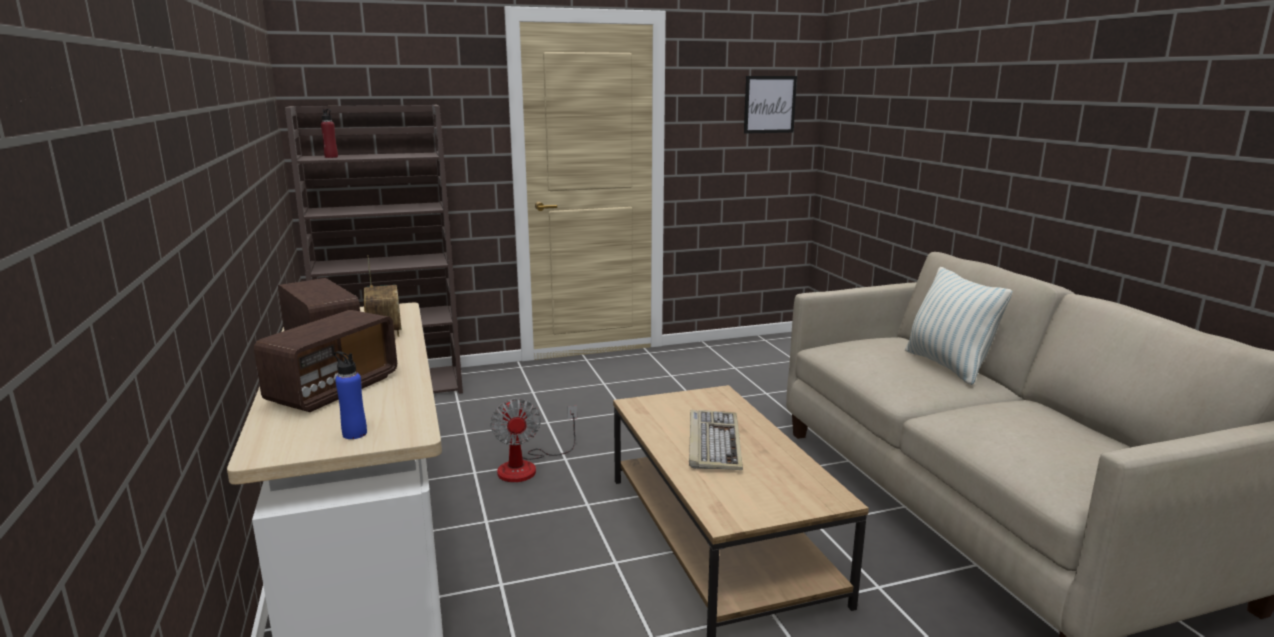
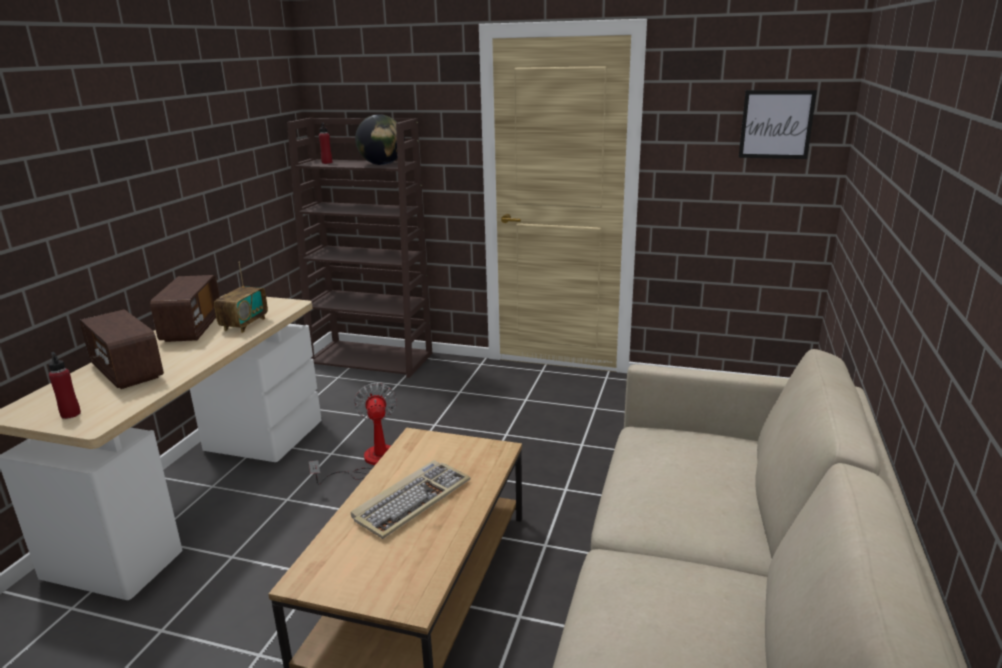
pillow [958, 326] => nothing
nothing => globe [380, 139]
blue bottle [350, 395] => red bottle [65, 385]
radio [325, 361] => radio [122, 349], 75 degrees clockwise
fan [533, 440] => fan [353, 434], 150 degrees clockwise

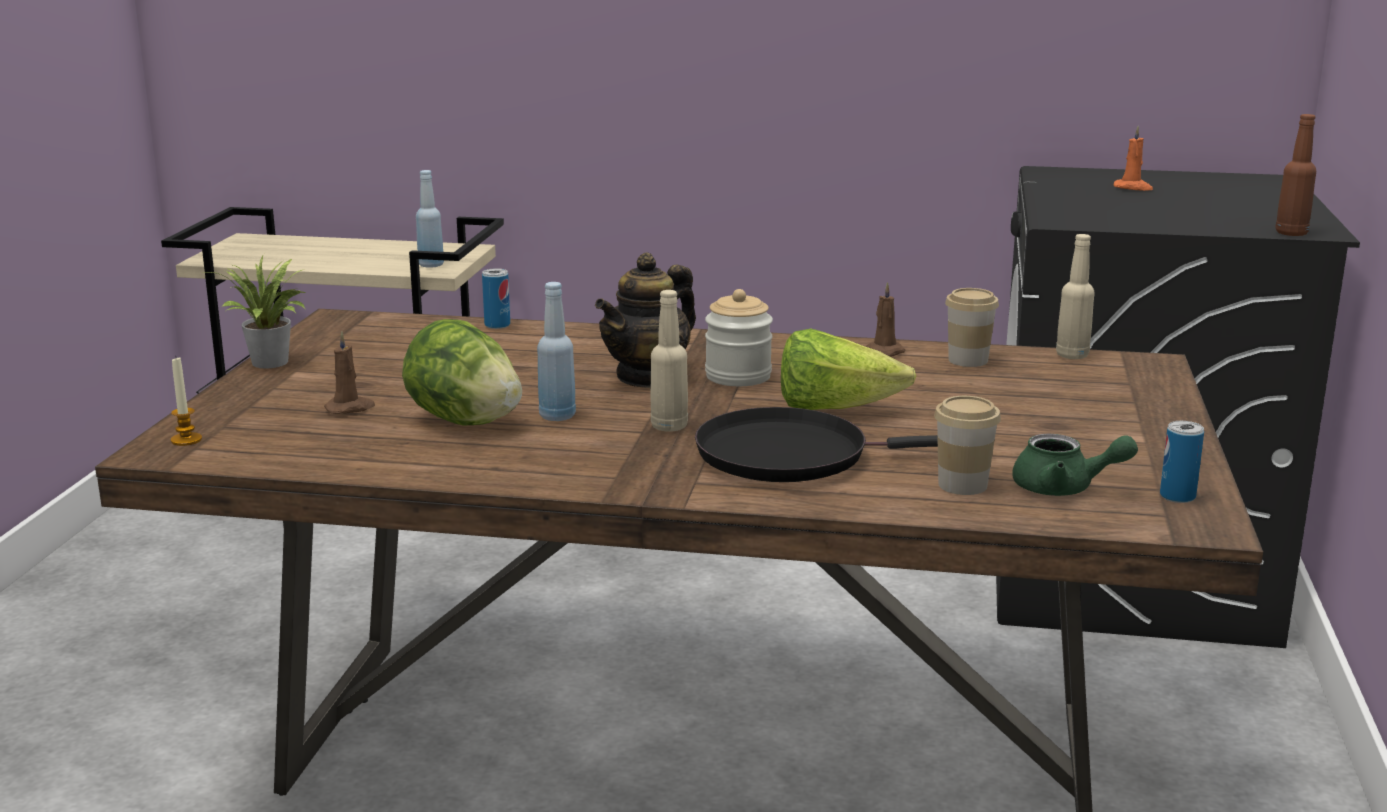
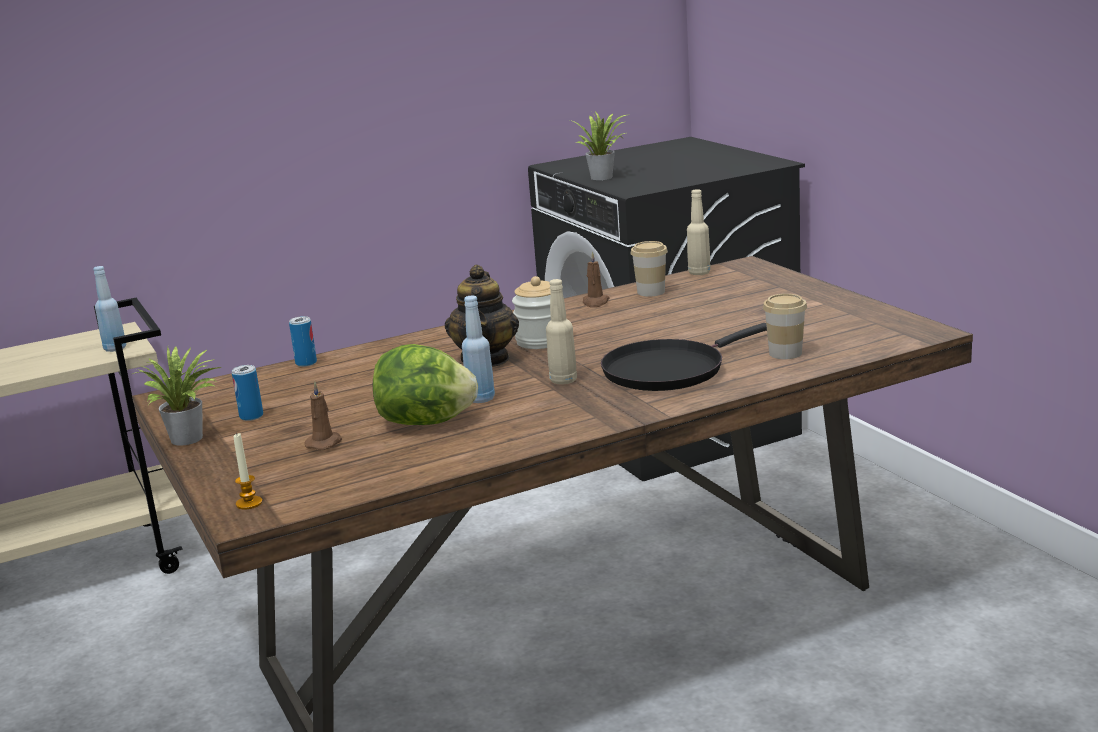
lettuce [848, 369] => nothing
green teapot [1075, 465] => nothing
orange candle [1133, 158] => nothing
brown bottle [1295, 175] => nothing
nothing => potted plant [600, 145]
can [1182, 462] => can [247, 393], move

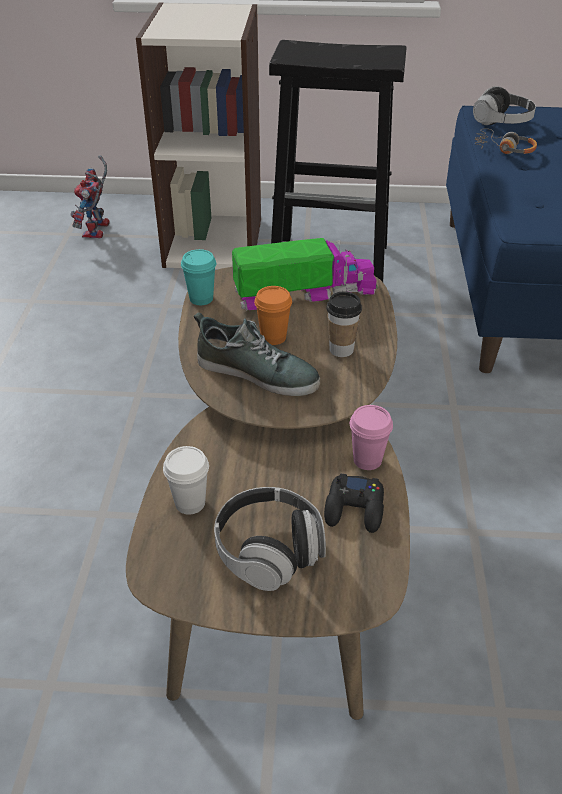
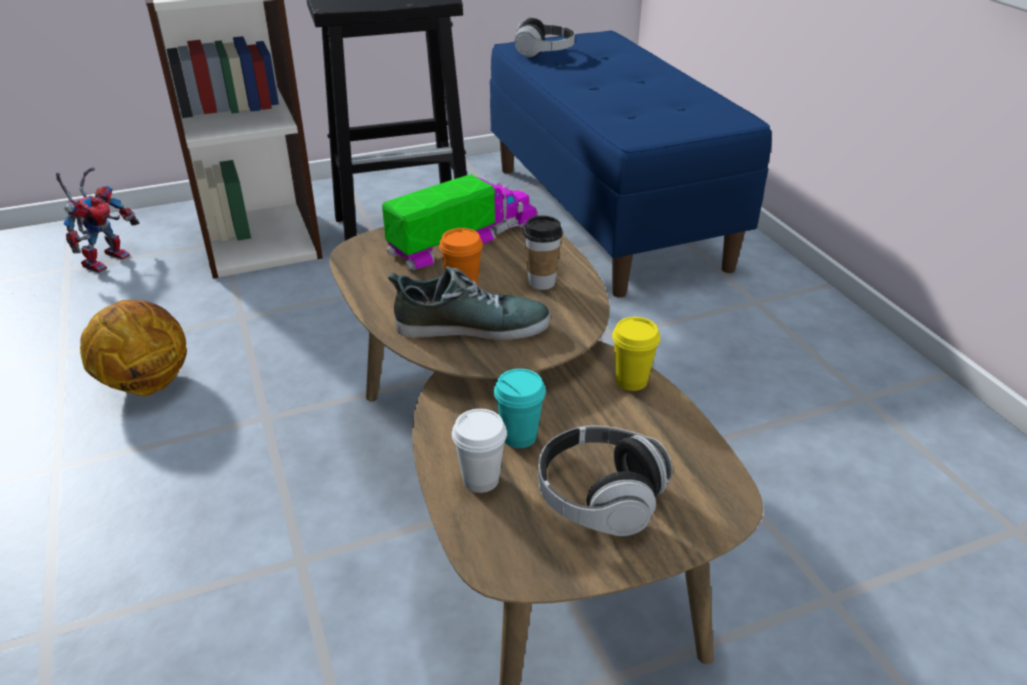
black game controller [354, 503] => nothing
headphones [505, 141] => nothing
nothing => basketball [133, 348]
turquoise cup [198, 277] => turquoise cup [520, 408], move
pink cup [371, 437] => yellow cup [636, 354]
toy robot [90, 196] => toy robot [98, 220], 135 degrees counterclockwise

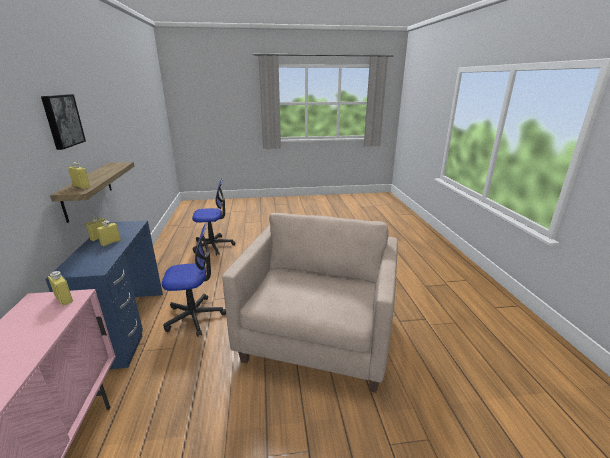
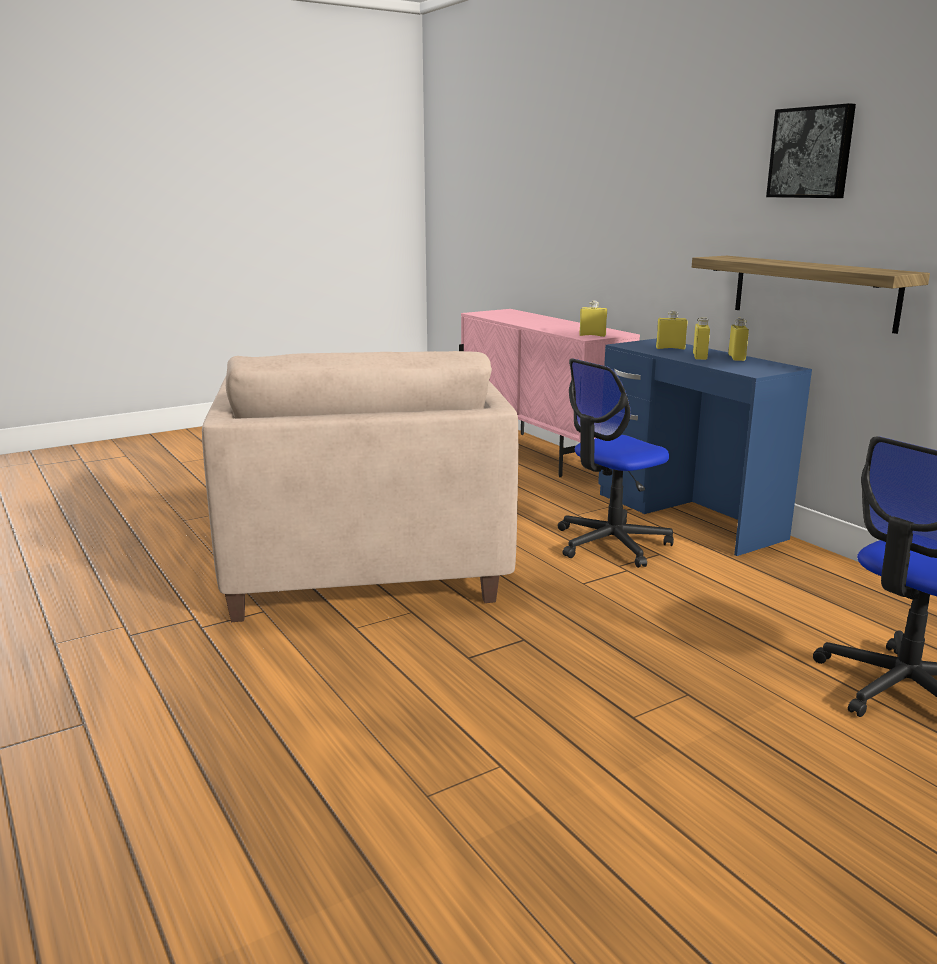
yellow bottle [79, 175] => yellow bottle [672, 329], move

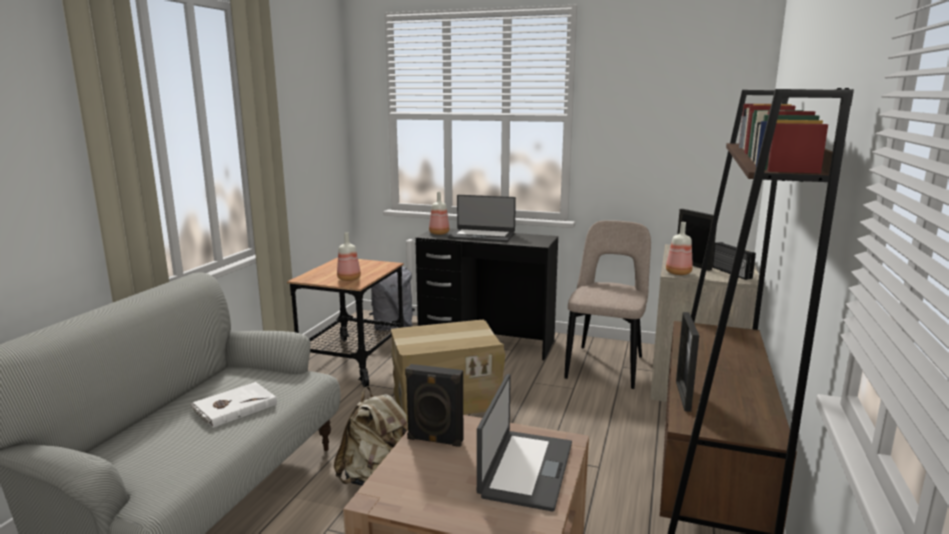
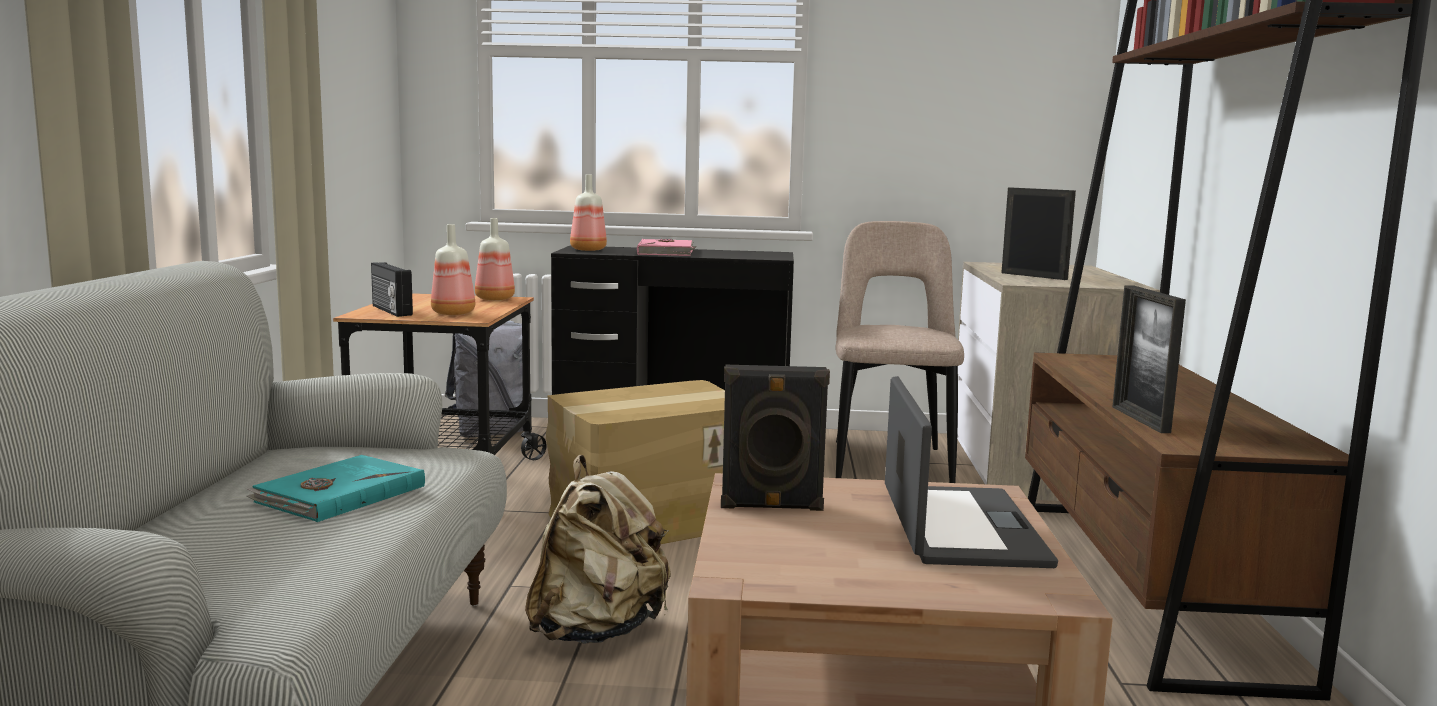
bottle [679, 248] => bottle [495, 259], move
radio [734, 261] => radio [392, 289], move
laptop [482, 218] => pink book [666, 247]
white book [234, 405] => turquoise book [335, 488]

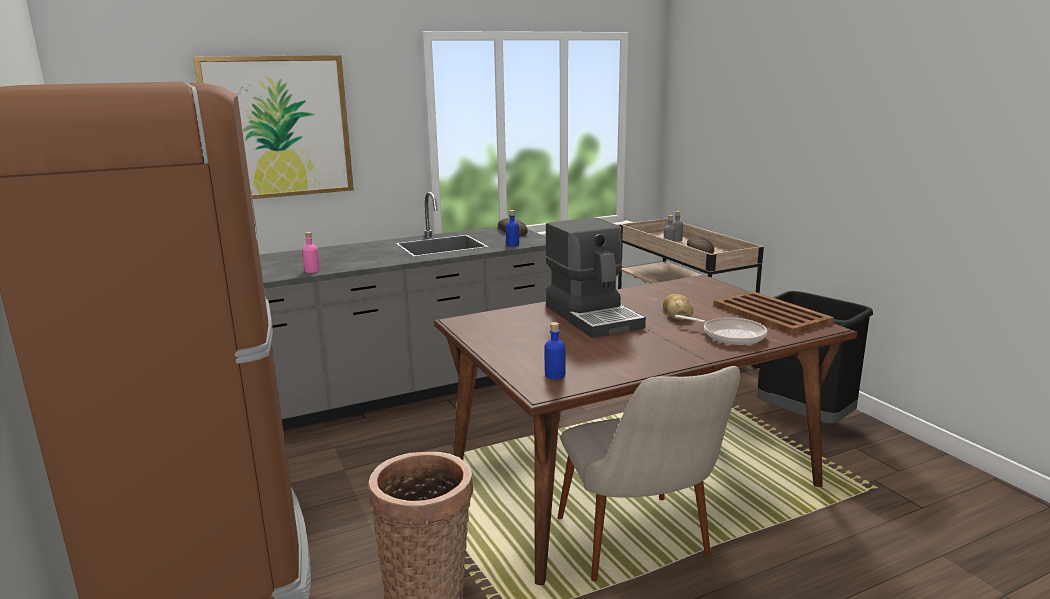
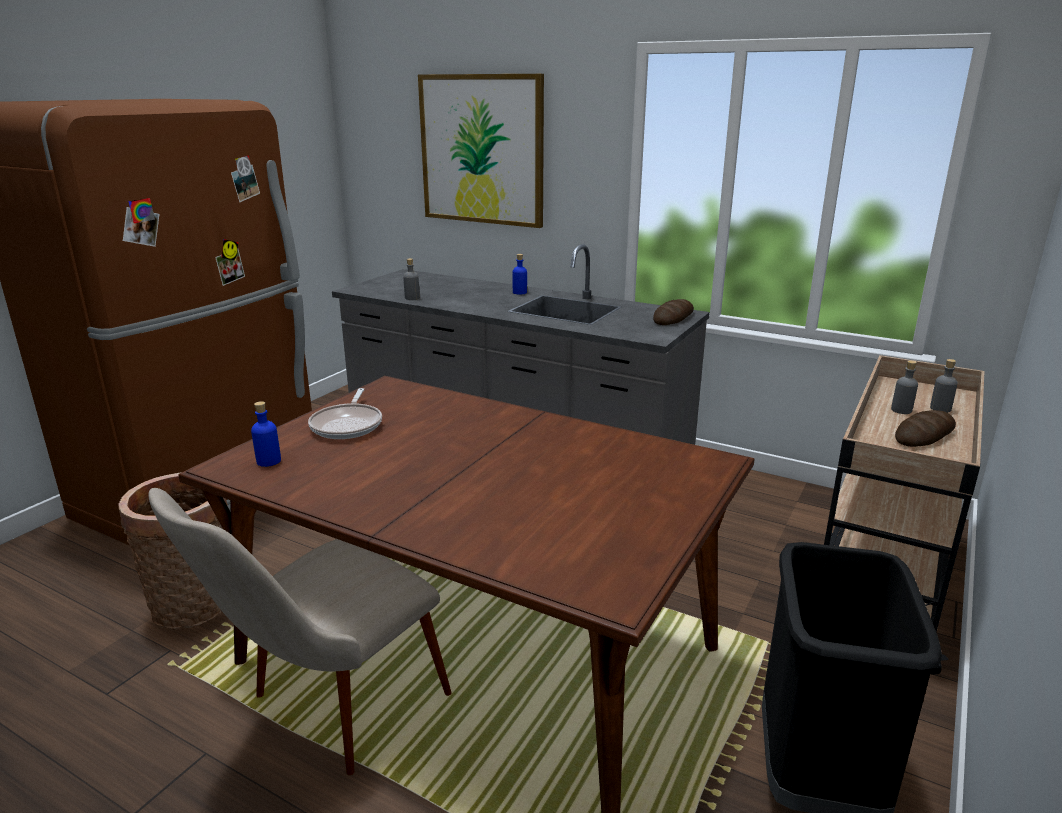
coffee machine [595, 277] => nothing
bread [678, 307] => nothing
brown tray [774, 312] => nothing
blue bottle [512, 228] => blue bottle [520, 274], move
frying pan [721, 330] => frying pan [345, 413], move
pink bottle [311, 252] => grey bottle [411, 279]

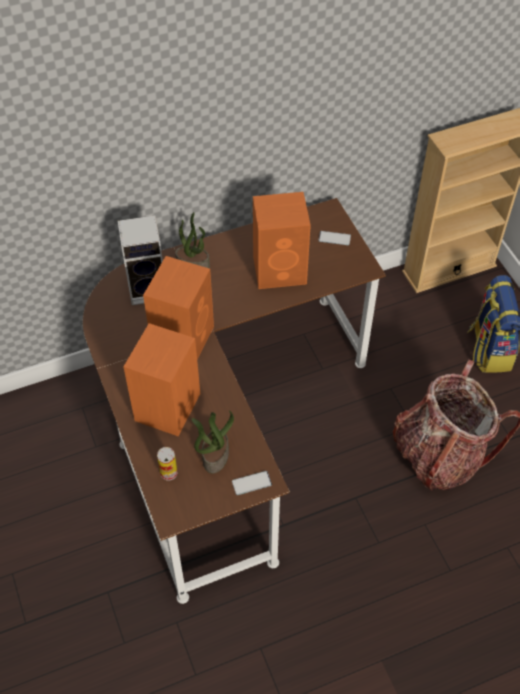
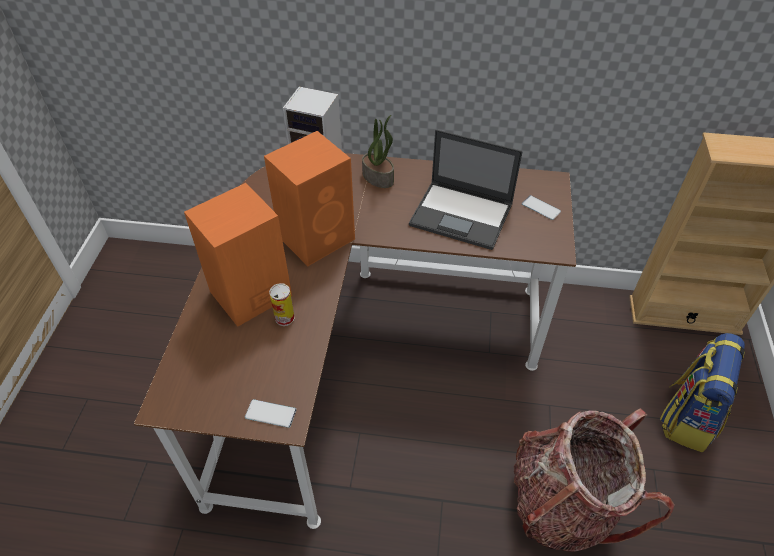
potted plant [212, 441] => nothing
can [167, 464] => can [282, 304], move
orange speaker [282, 240] => laptop [466, 189]

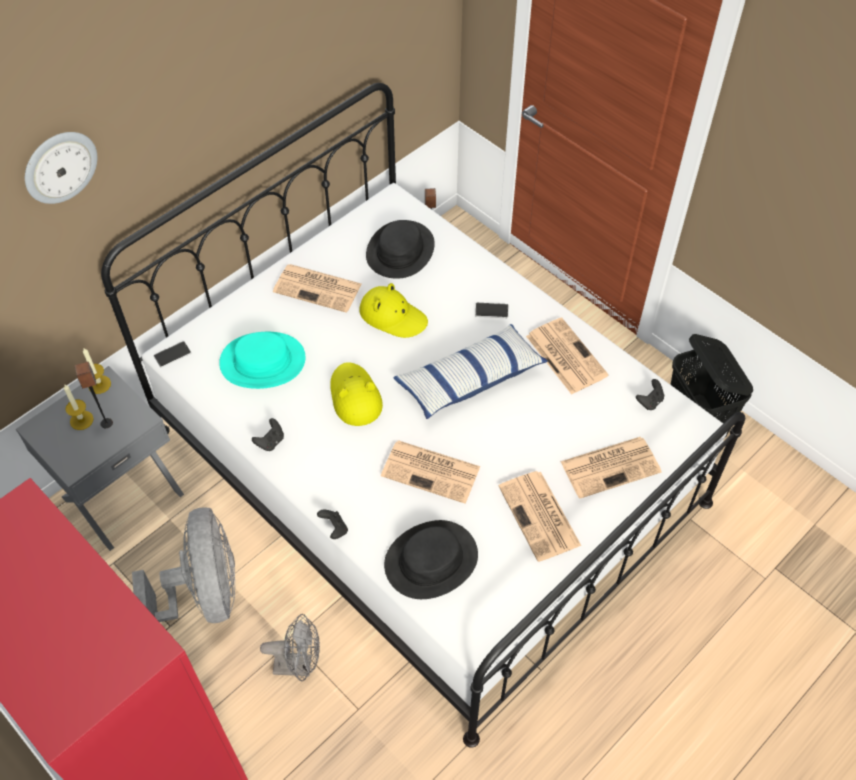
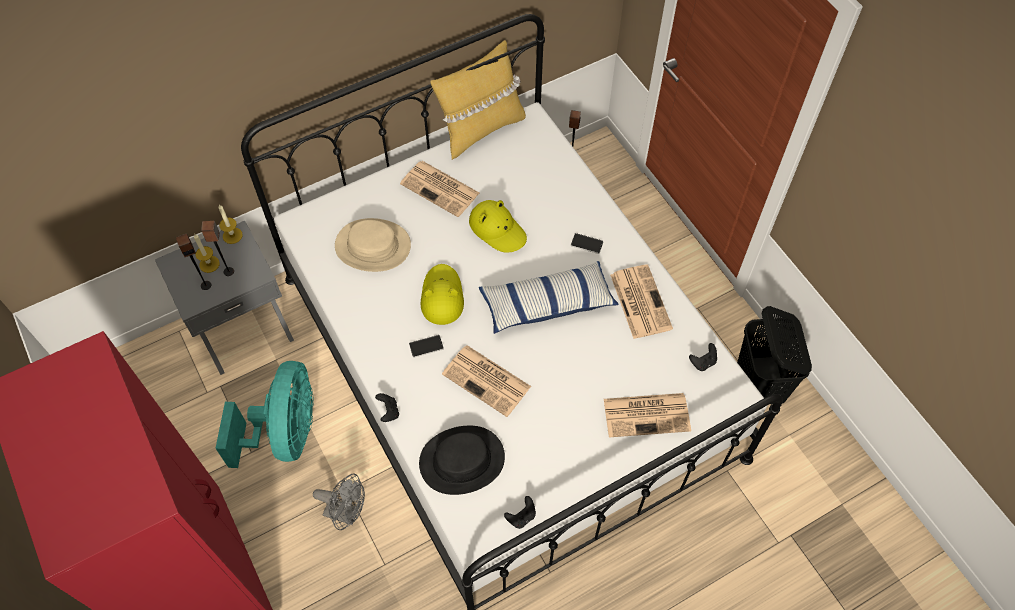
wall clock [61, 168] => nothing
black hat [400, 249] => nothing
newspaper [540, 516] => nothing
nothing => speaker [193, 261]
nothing => yellow pillow [478, 100]
phone [172, 354] => phone [426, 346], move
black game controller [268, 434] => black game controller [520, 512], move
grey fan [183, 565] => turquoise fan [264, 414]
turquoise hat [262, 360] => beige hat [373, 245]

